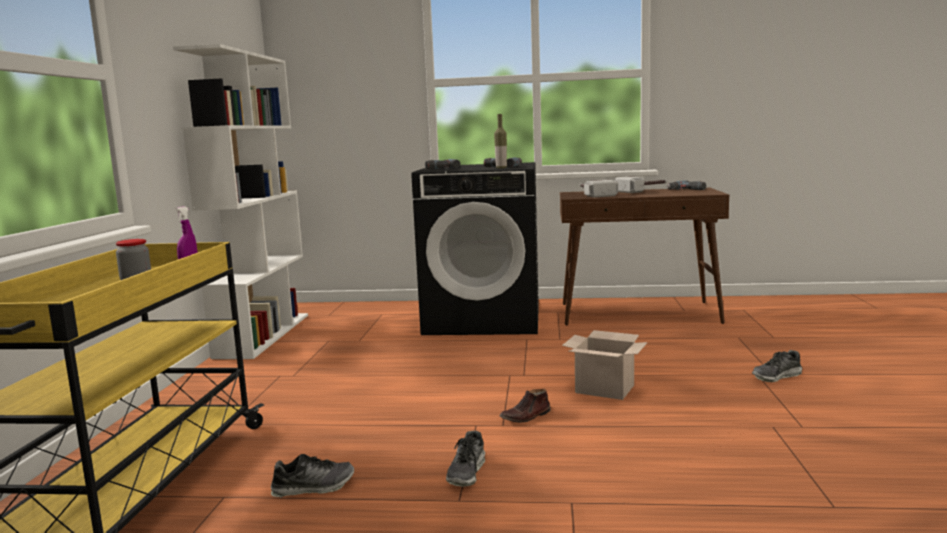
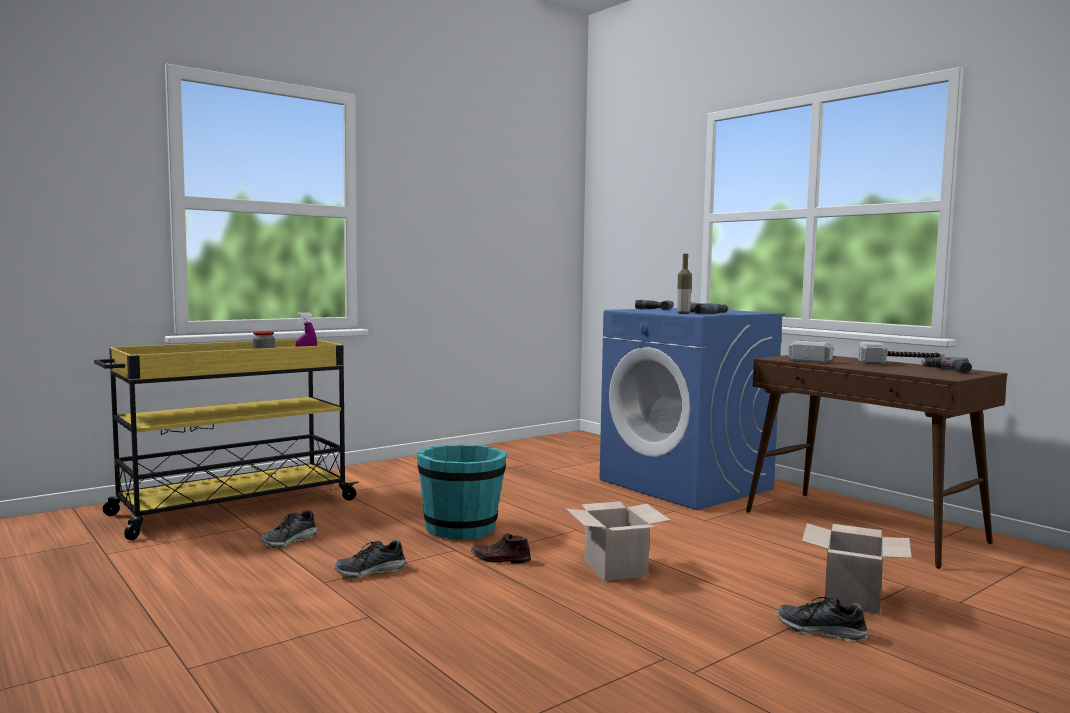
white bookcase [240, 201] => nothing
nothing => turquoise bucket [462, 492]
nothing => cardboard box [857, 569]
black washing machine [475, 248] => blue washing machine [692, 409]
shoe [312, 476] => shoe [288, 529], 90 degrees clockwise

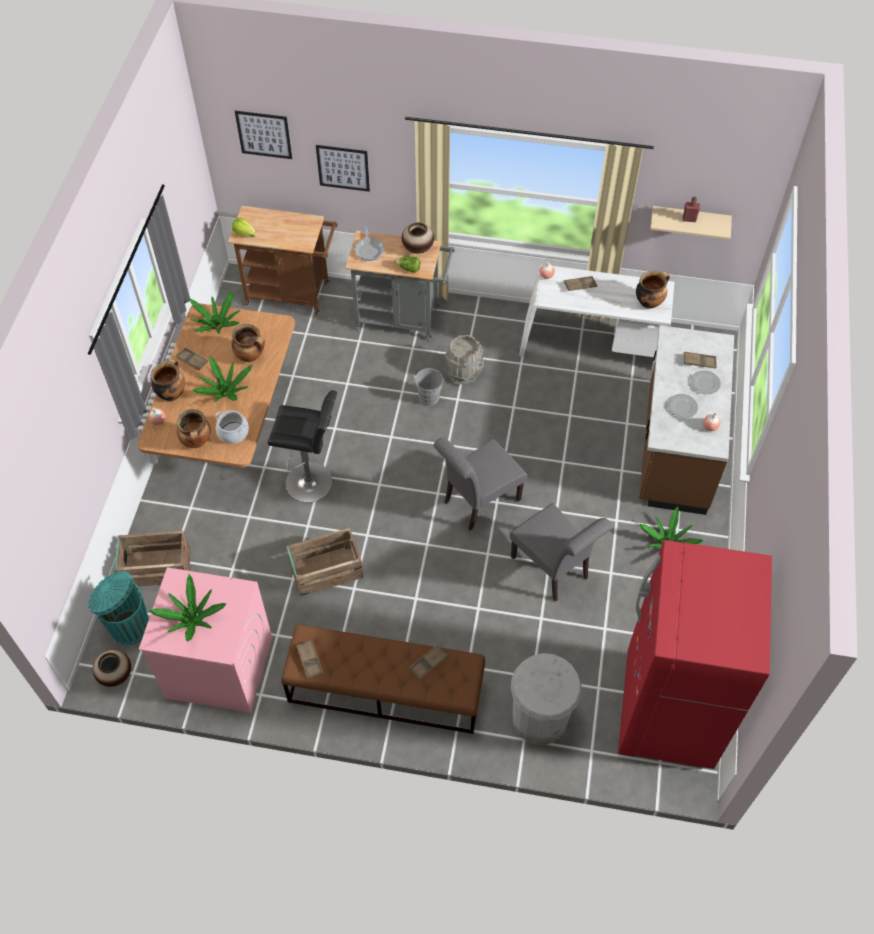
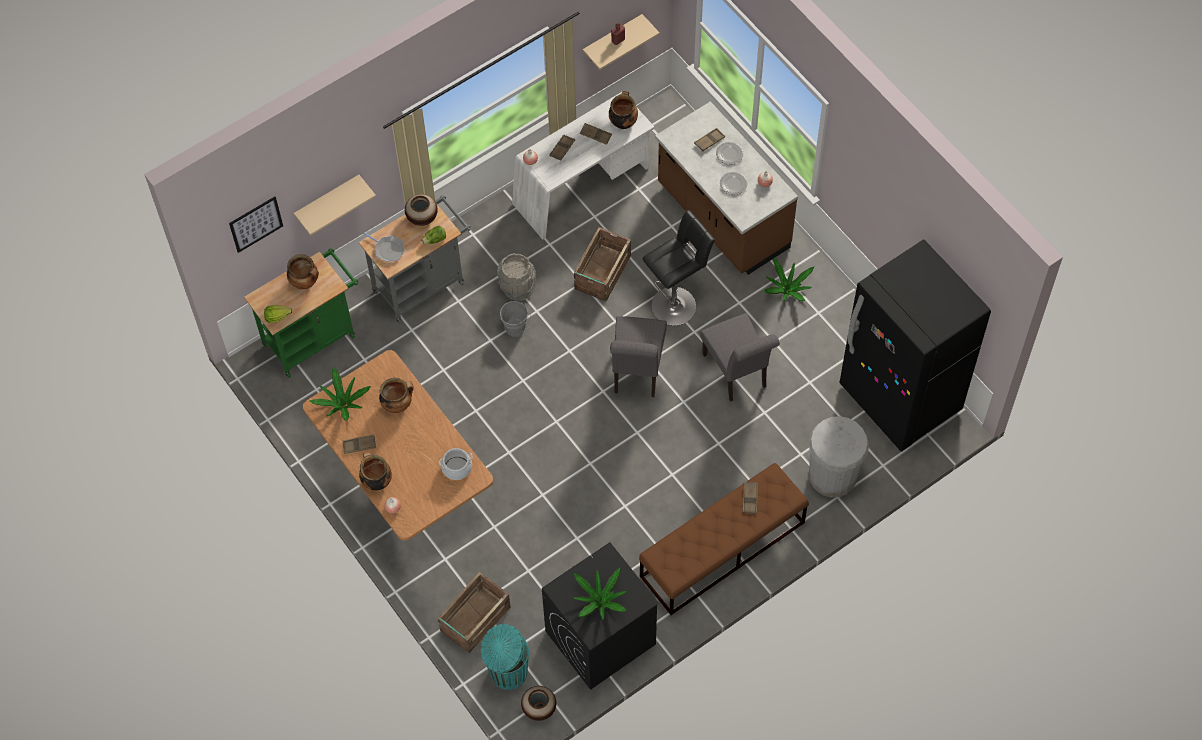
potted plant [222, 379] => nothing
cooking pot [194, 428] => cooking pot [303, 272], move
black stool [302, 446] => black stool [679, 268], move
crate [324, 562] => crate [602, 264], move
brown tray [310, 659] => brown tray [596, 134], move
picture [343, 168] => beige shelf [335, 205]
pink washing machine [205, 640] => black washing machine [600, 616]
brown cart [283, 260] => green cart [301, 313]
red fridge [695, 654] => black fridge [915, 345]
grey chair [561, 552] => grey chair [740, 357], 60 degrees clockwise

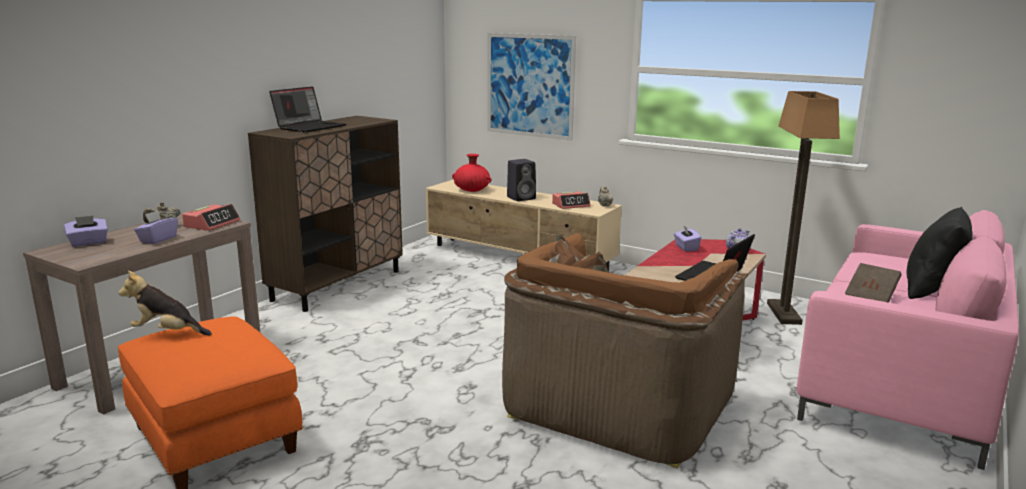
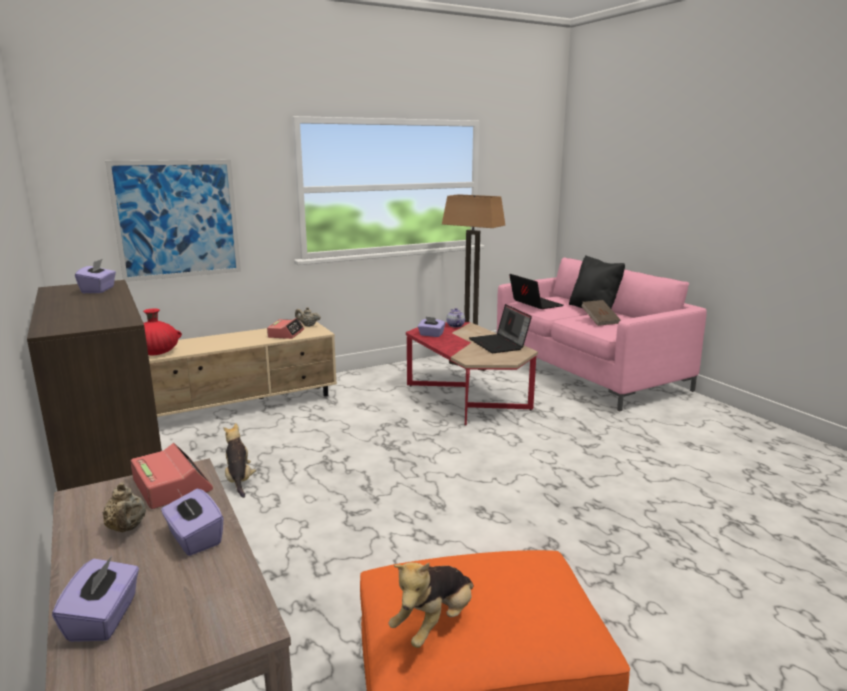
brown armchair [625, 351] => nothing
black speaker [521, 180] => nothing
nothing => purple tissue box [95, 276]
nothing => plush toy [239, 460]
laptop [307, 109] => laptop [536, 291], move

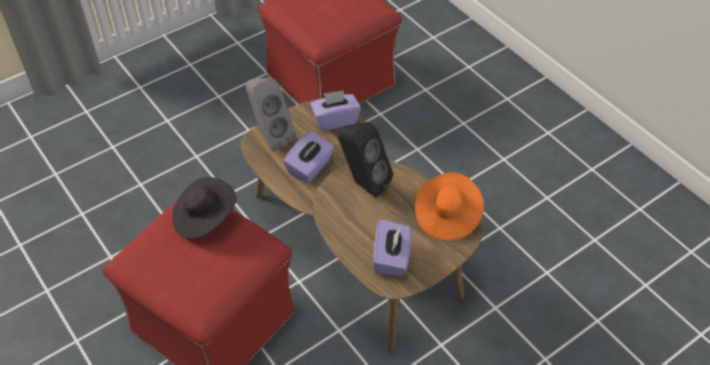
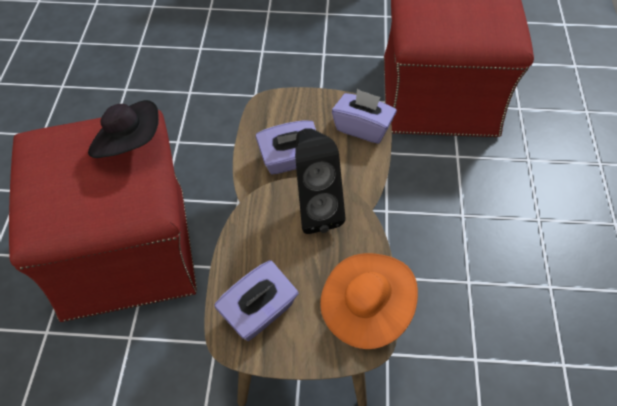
grey speaker [270, 114] => nothing

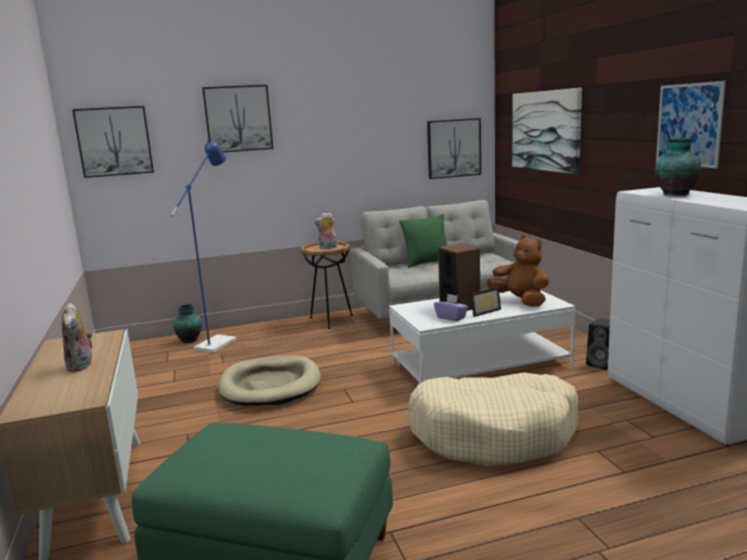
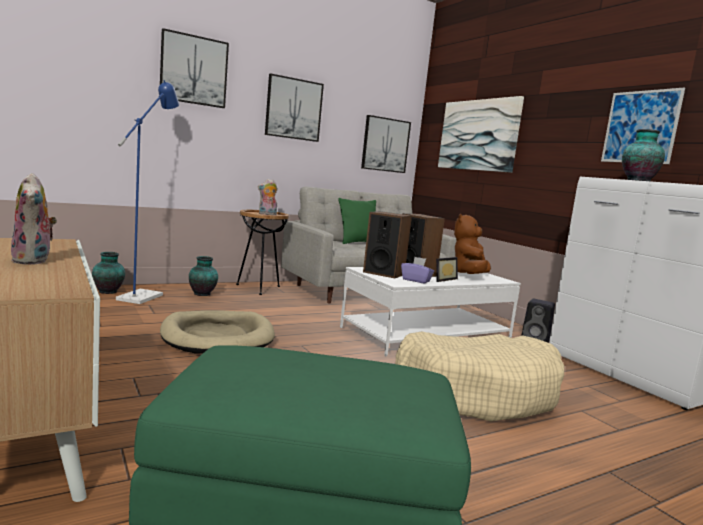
nothing => vase [203, 276]
nothing => speaker [387, 244]
picture [113, 142] => picture [294, 108], move
brown plush toy [518, 271] => brown plush toy [472, 244], 105 degrees counterclockwise

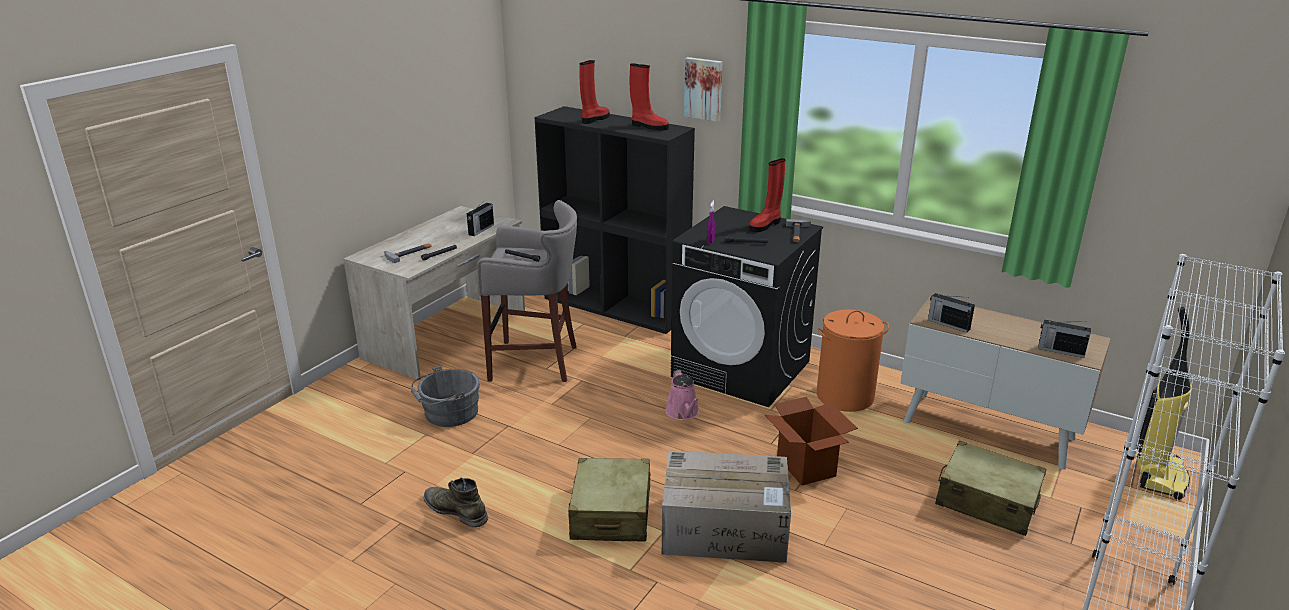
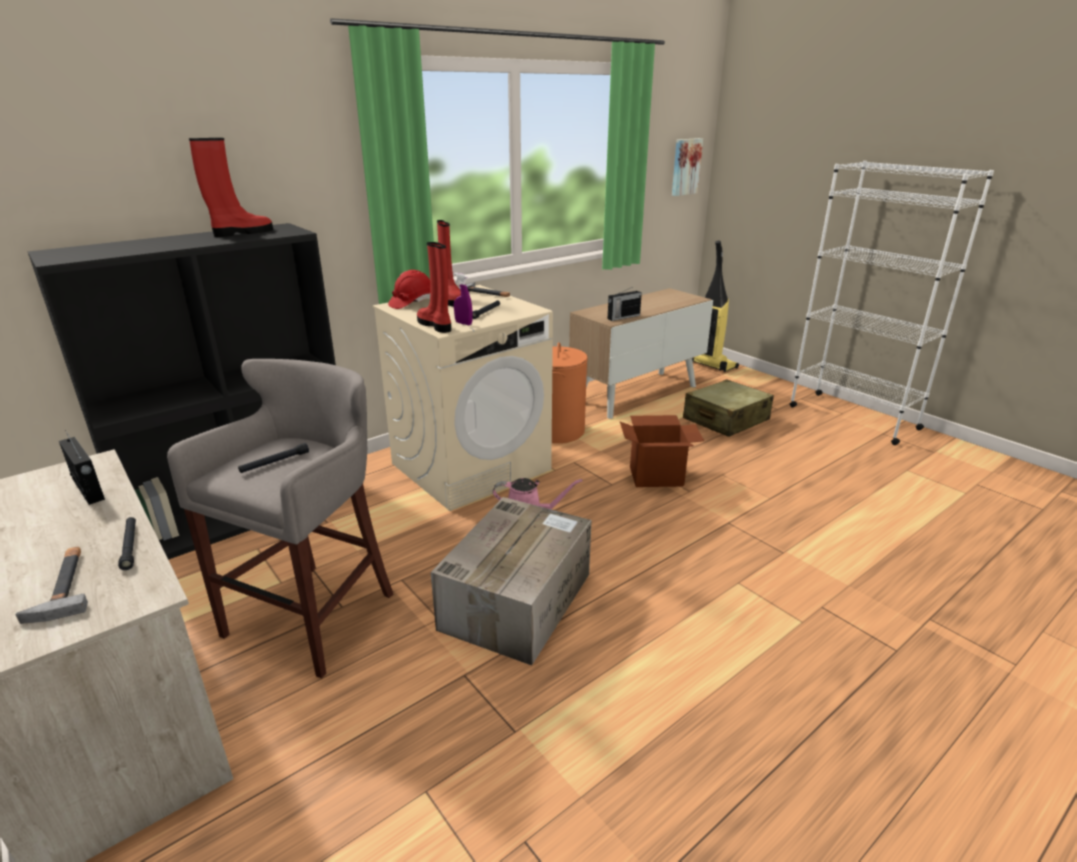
grey bucket [445, 396] => nothing
green boot [455, 502] => nothing
beige suitcase [609, 500] => nothing
radio [1064, 339] => nothing
nothing => red hard hat [409, 289]
red boot [594, 92] => red boot [434, 287], move
cardboard box [726, 506] => cardboard box [511, 581], move
picture [703, 89] => picture [687, 167], move
black washing machine [747, 306] => beige washing machine [462, 398]

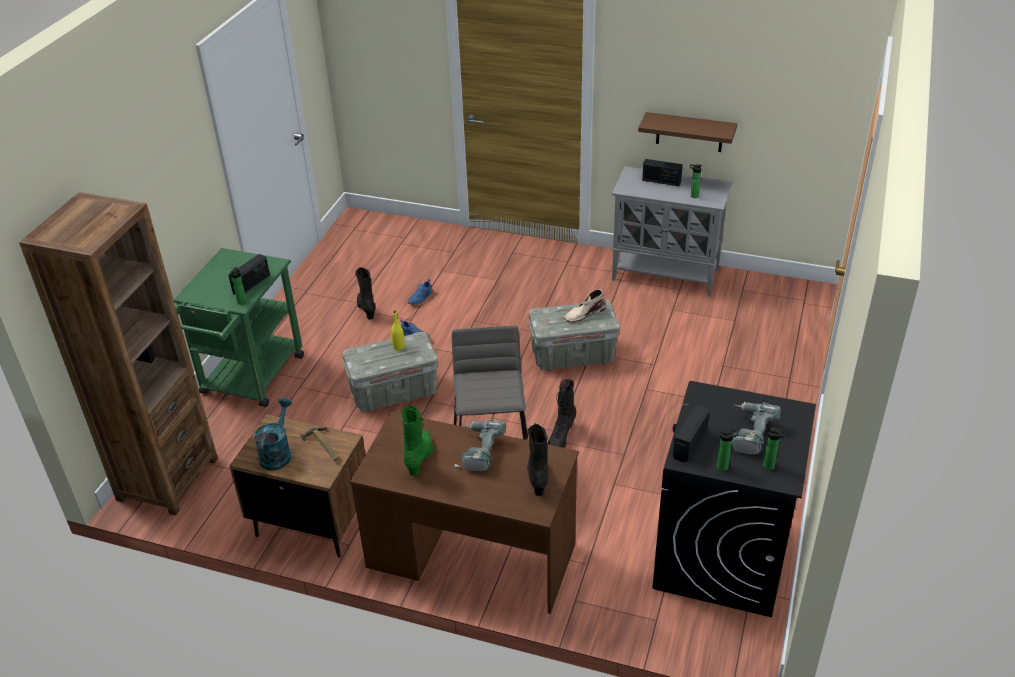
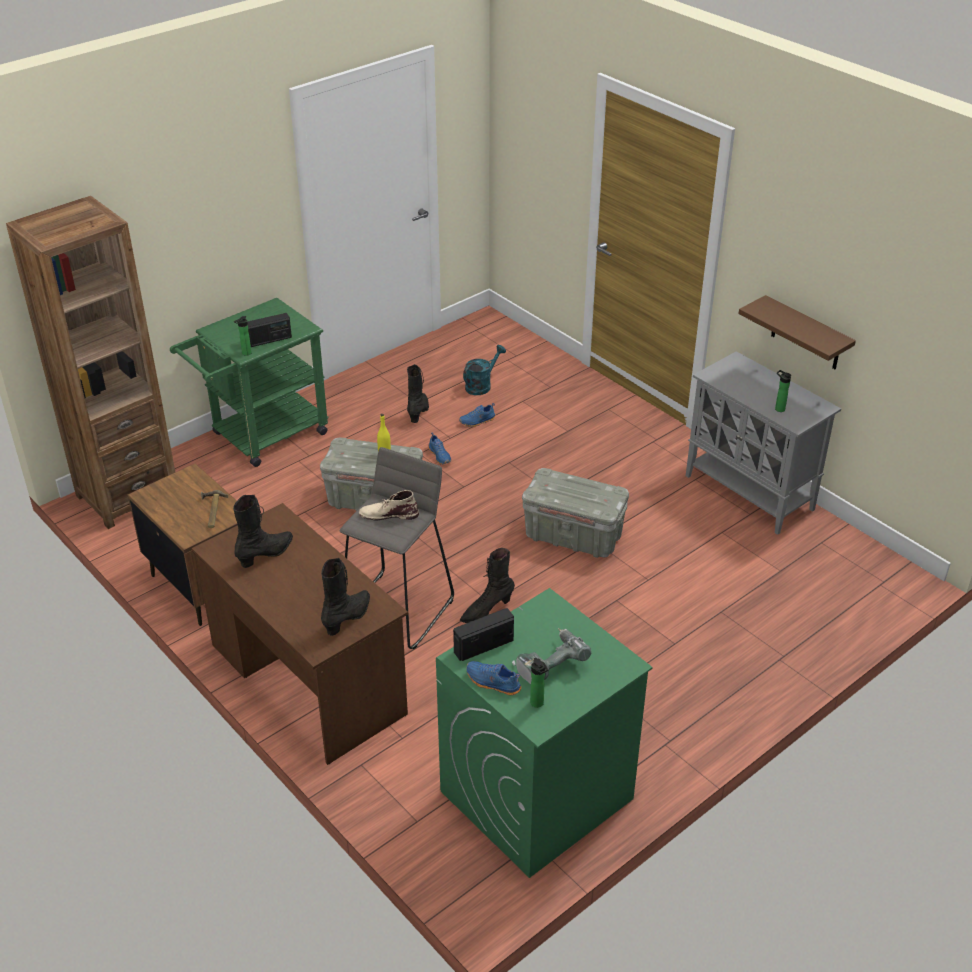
power drill [480, 445] => nothing
radio [662, 172] => nothing
turquoise watering can [273, 434] => turquoise watering can [484, 370], move
beige boot [585, 306] => beige boot [389, 505], move
bottle [727, 450] => blue shoe [493, 678]
green boot [417, 440] => black boot [263, 531]
black washing machine [734, 499] => green washing machine [544, 733]

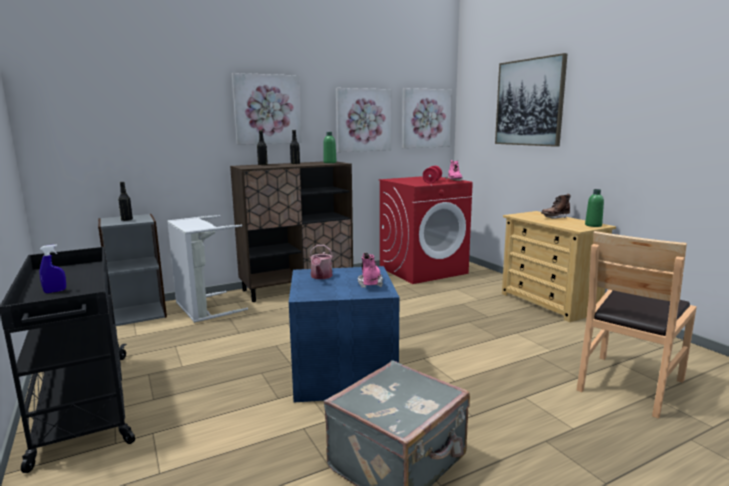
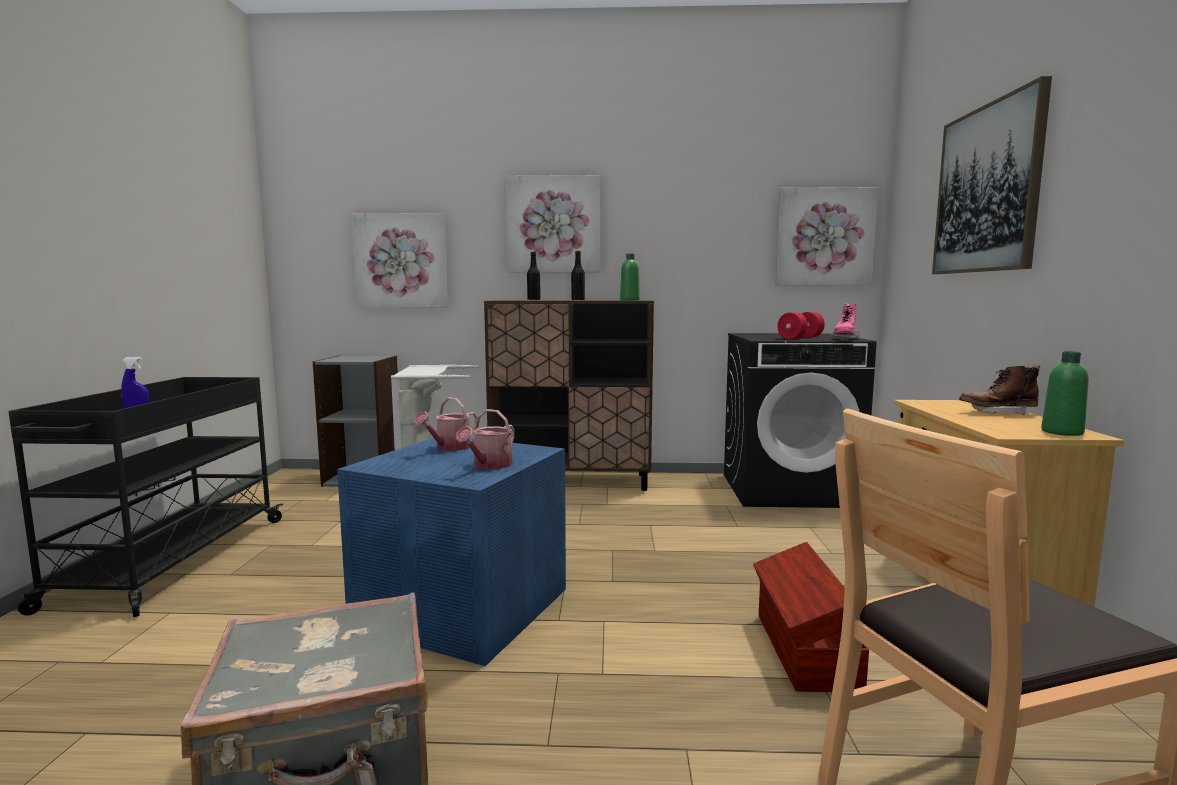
black bottle [125, 201] => nothing
nothing => brown storage box [811, 617]
picture [364, 120] => picture [399, 260], move
pink boot [370, 270] => watering can [485, 439]
red washing machine [426, 230] => black washing machine [800, 420]

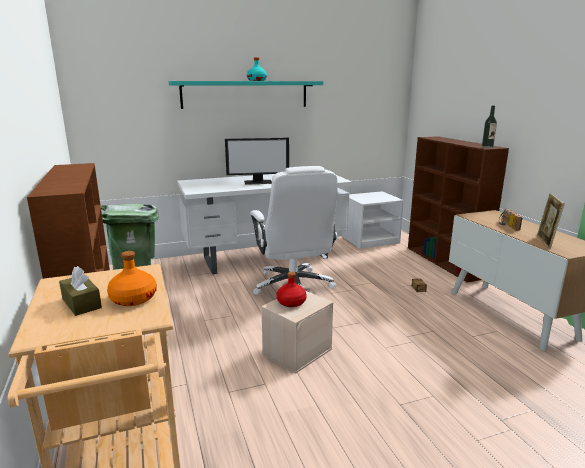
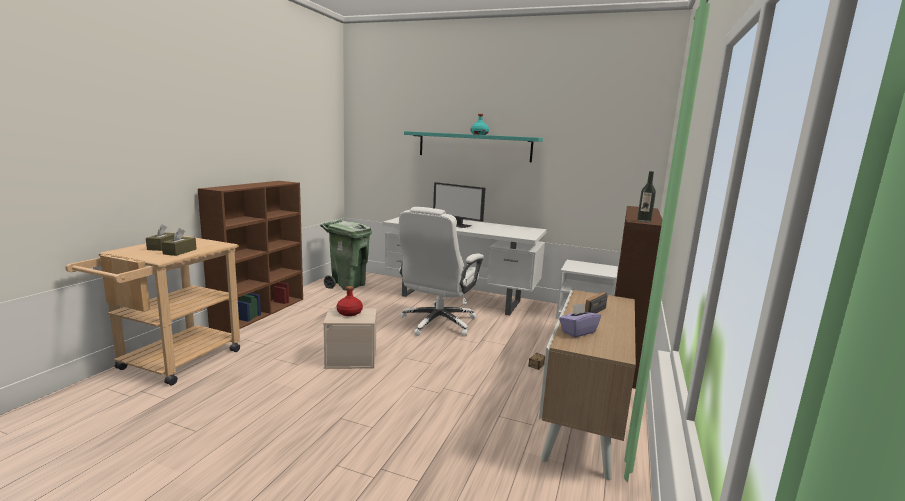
orange bottle [132, 278] => brown tissue box [179, 242]
picture frame [551, 221] => purple tissue box [580, 320]

